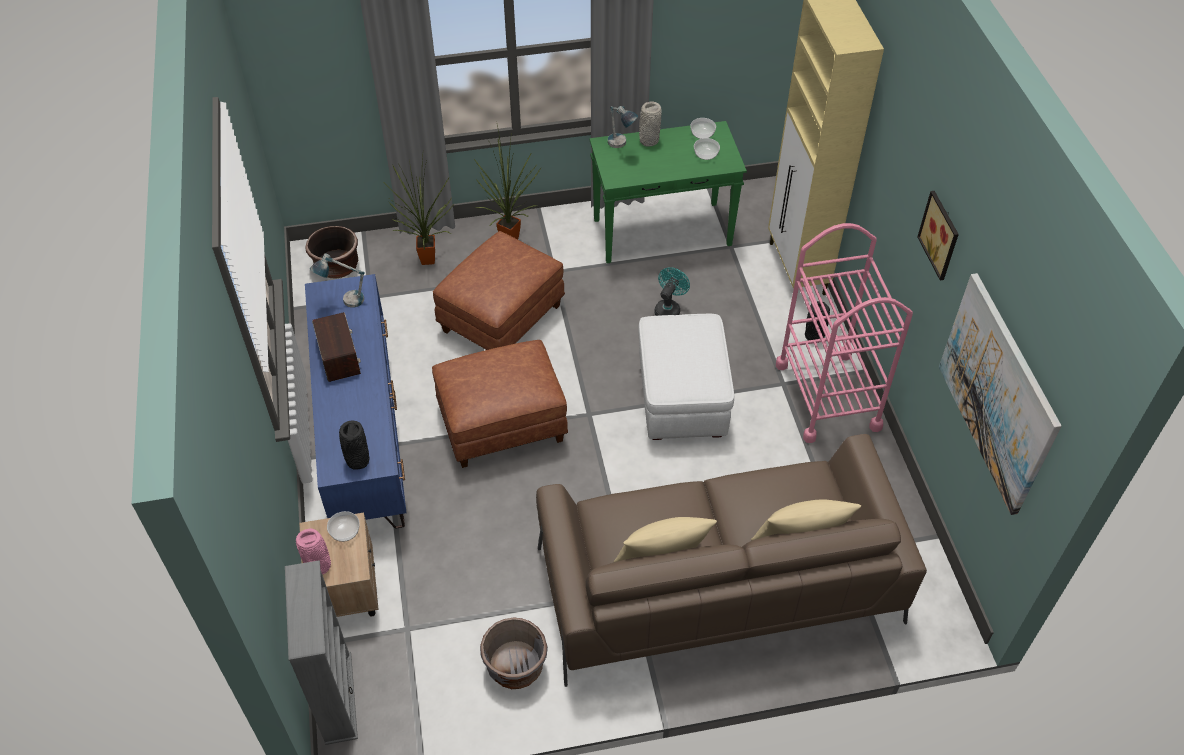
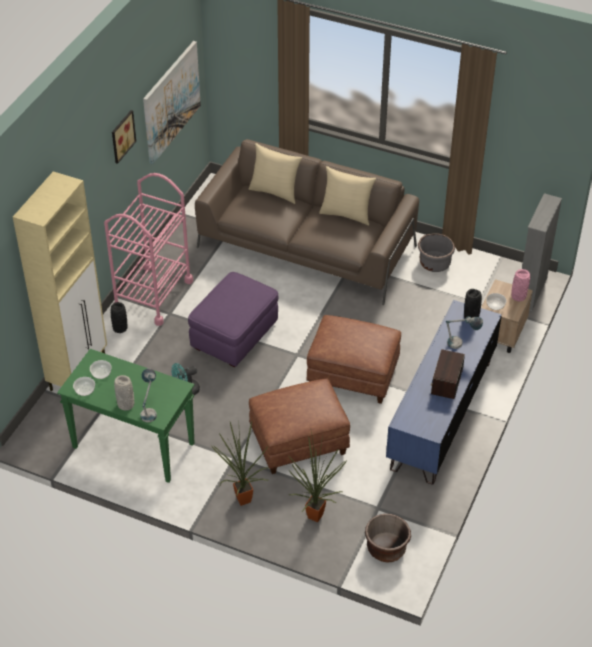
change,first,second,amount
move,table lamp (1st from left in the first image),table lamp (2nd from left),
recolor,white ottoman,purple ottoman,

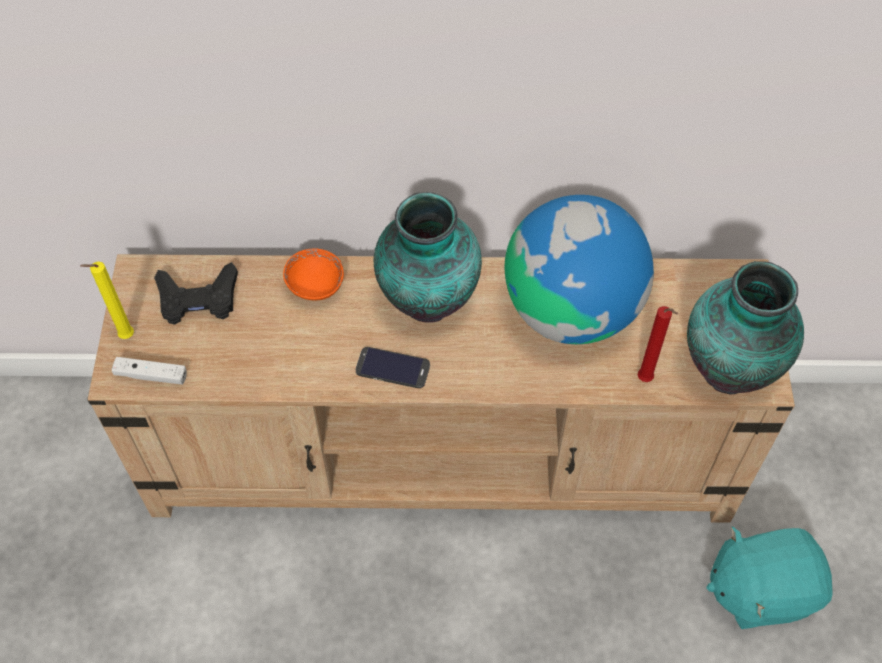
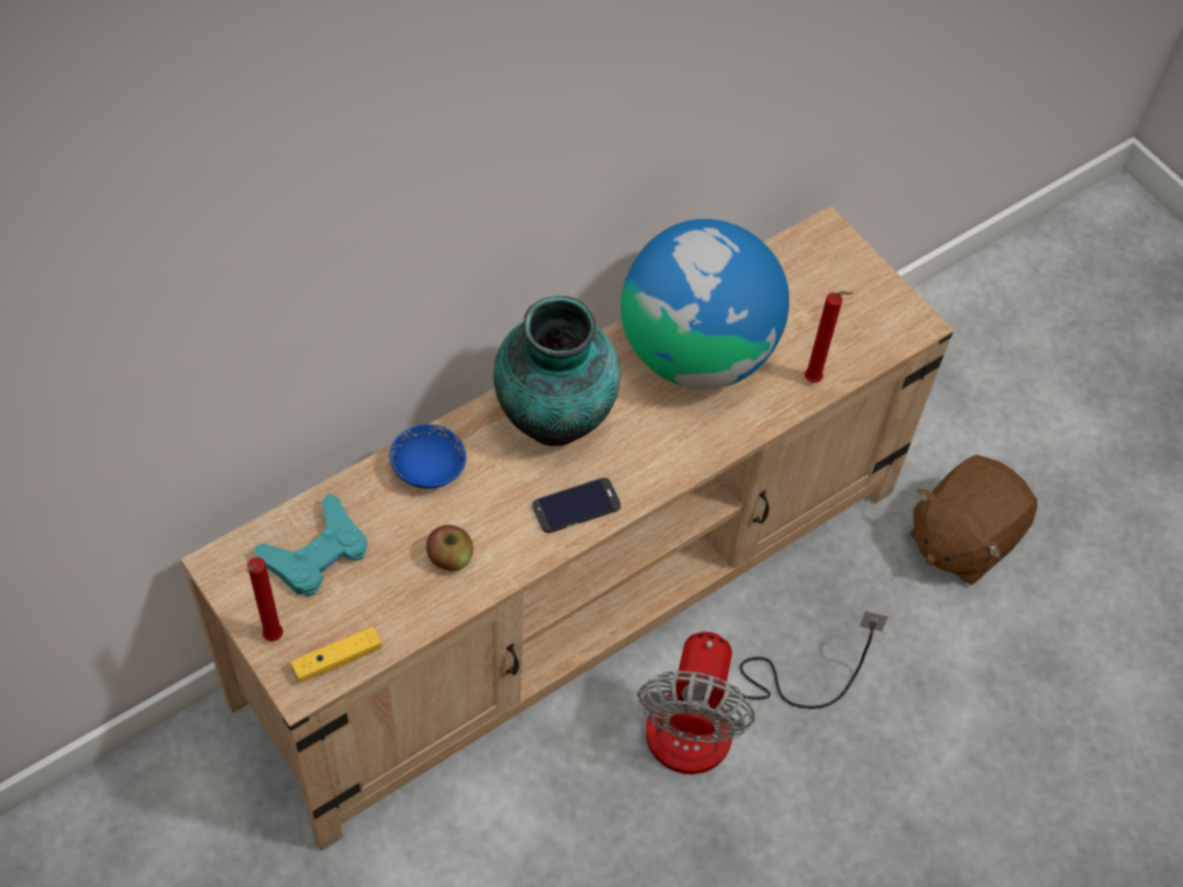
change,first,second,amount
delete,vase (2nd from left),,
insert,,apple,
insert,,fan,
recolor,yellow candle,red candle (1st from left),
recolor,white game controller,yellow game controller,
recolor,black game controller,turquoise game controller,
recolor,orange bowl,blue bowl,
recolor,turquoise plush toy,brown plush toy,

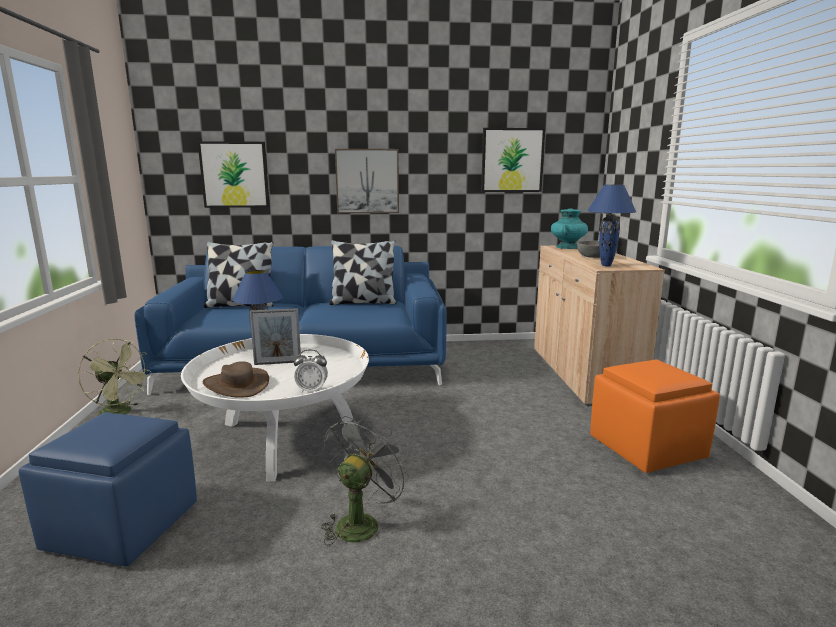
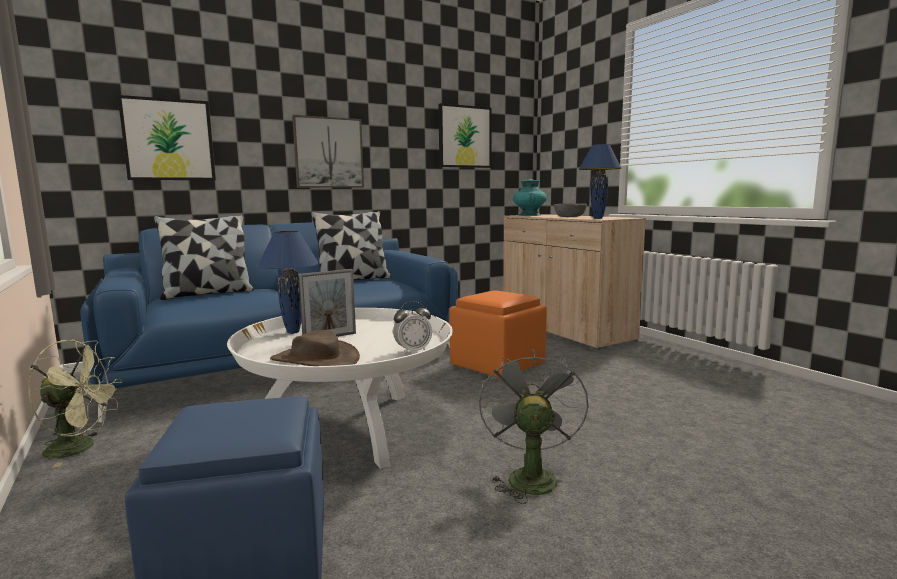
change,first,second,amount
move,orange ottoman,,

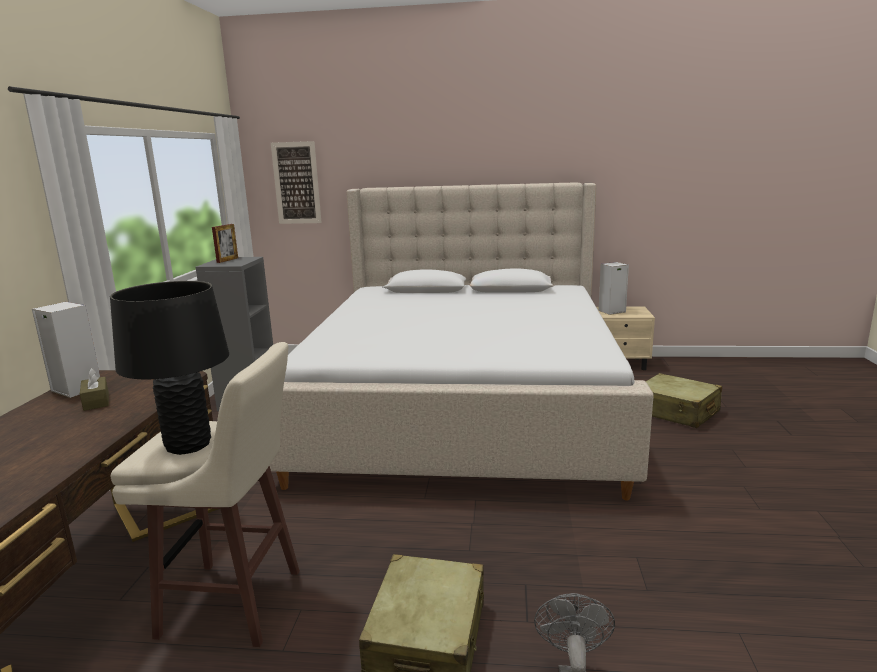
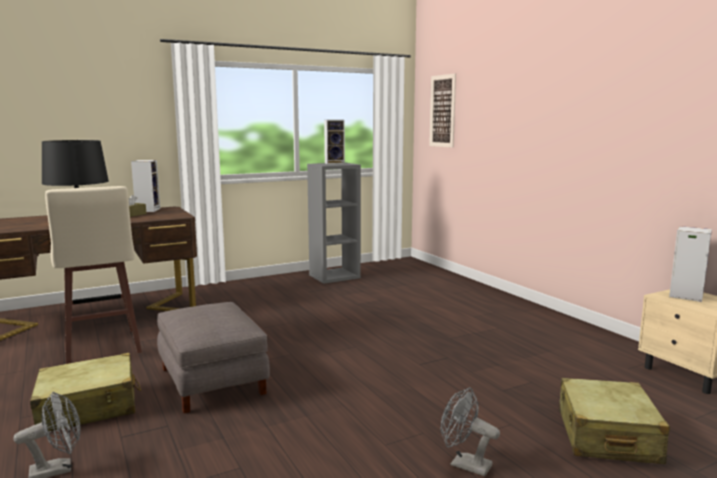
change,first,second,amount
delete,beige bed,,
insert,,grey ottoman,
insert,,grey fan (2nd from left),
replace,picture frame,speaker (2nd from left),

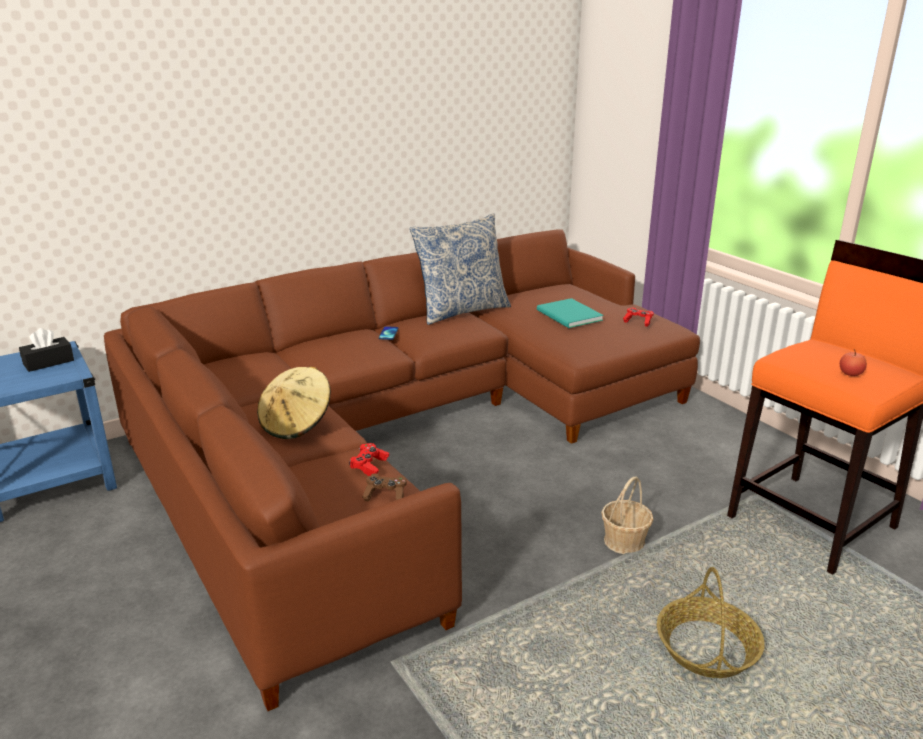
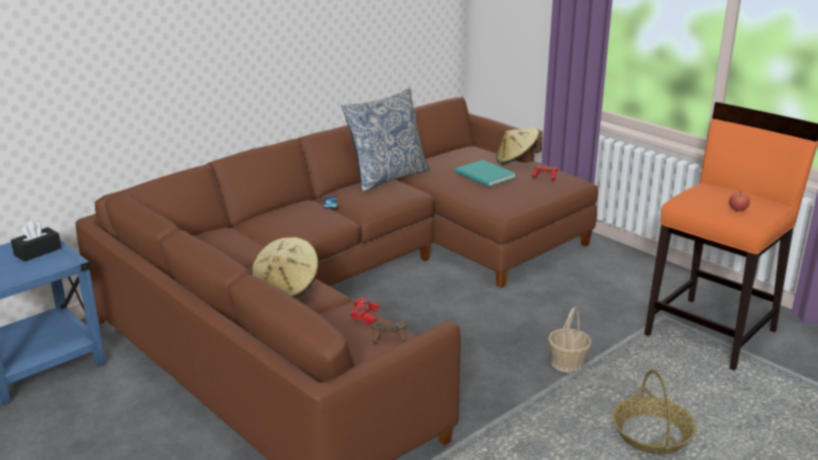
change,first,second,amount
insert,,beige hat (2nd from left),

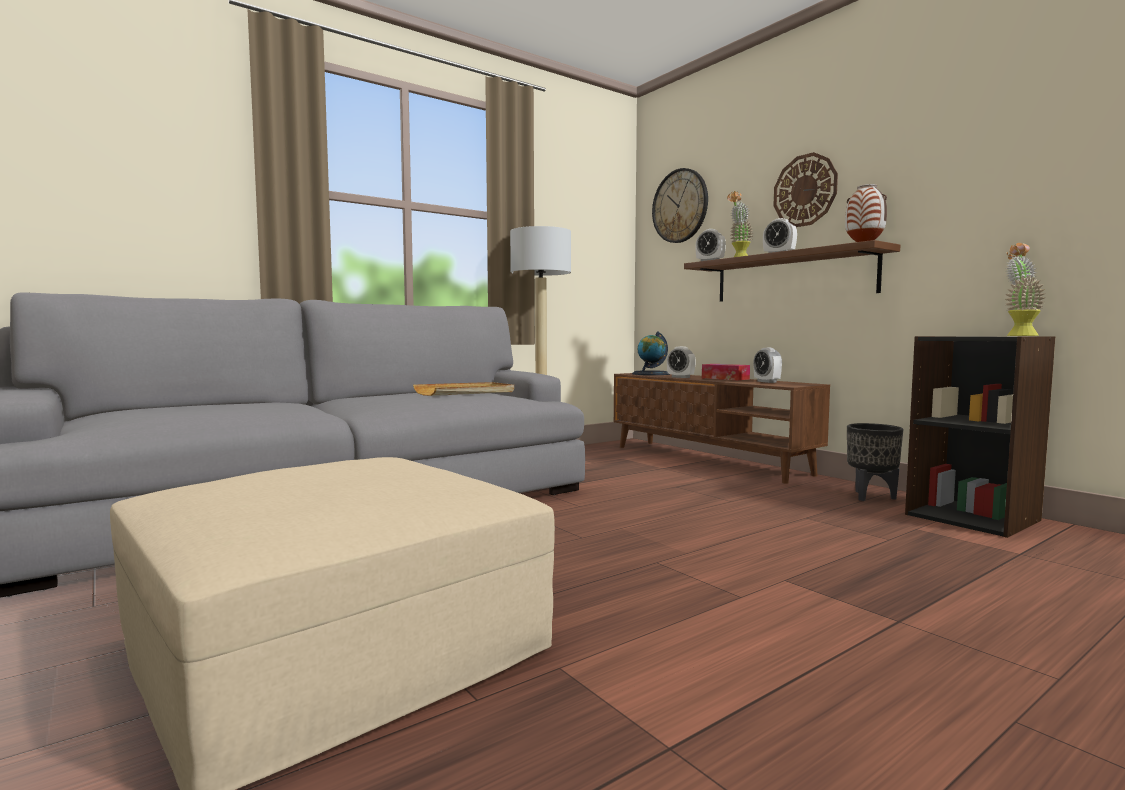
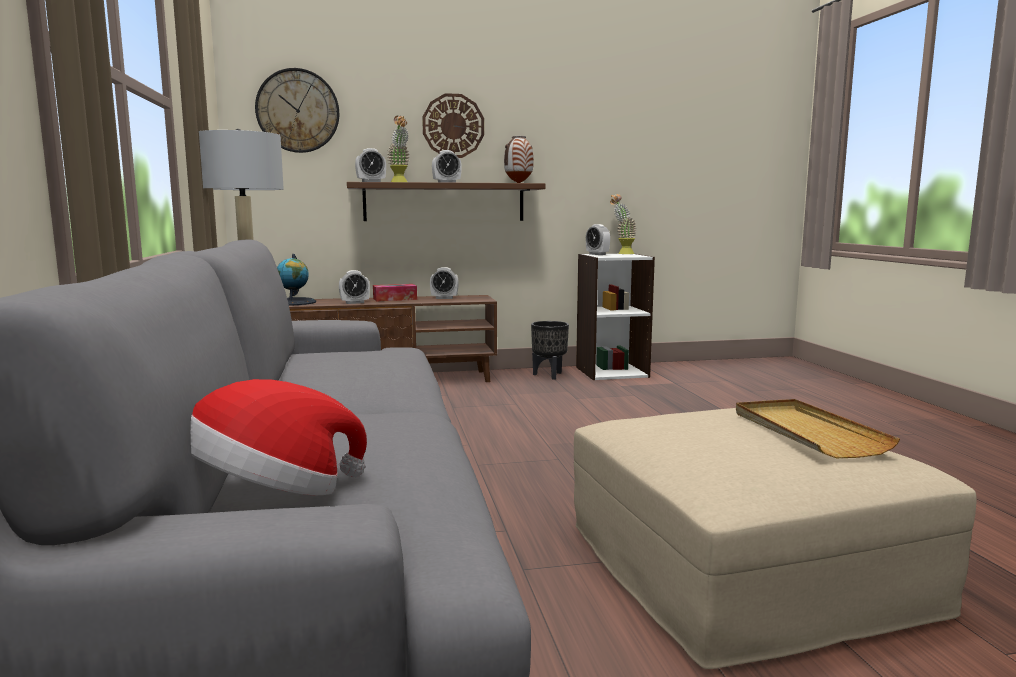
change,first,second,amount
insert,,hat,
insert,,alarm clock (5th from left),
move,beige tray,,
recolor,black bookcase,white bookcase,

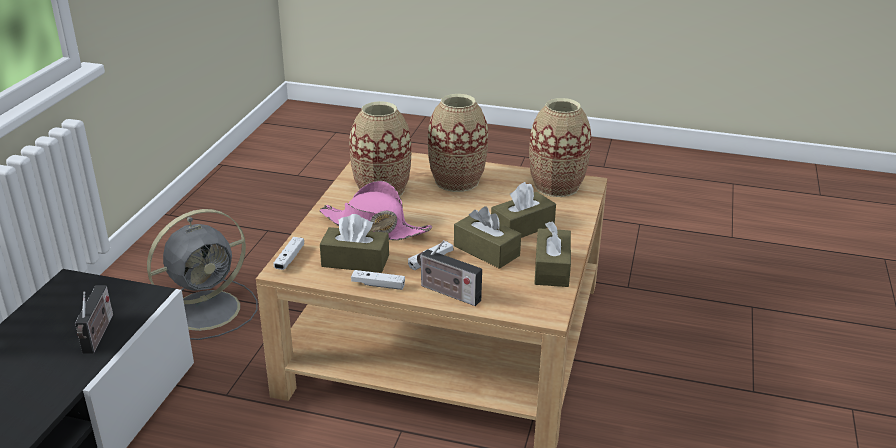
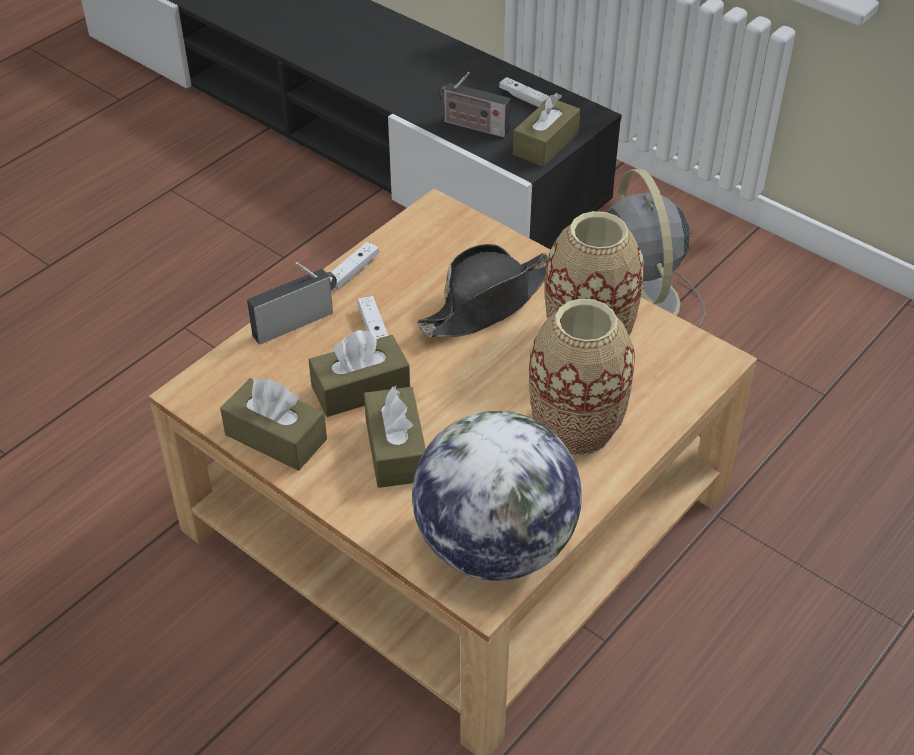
change,first,second,amount
move,white game controller (1st from left in the first image),white game controller (3rd from left),
move,brown tissue box (1st from left in the first image),brown tissue box (4th from left),
replace,vase (3rd from left),globe,
recolor,pink hat,black hat,

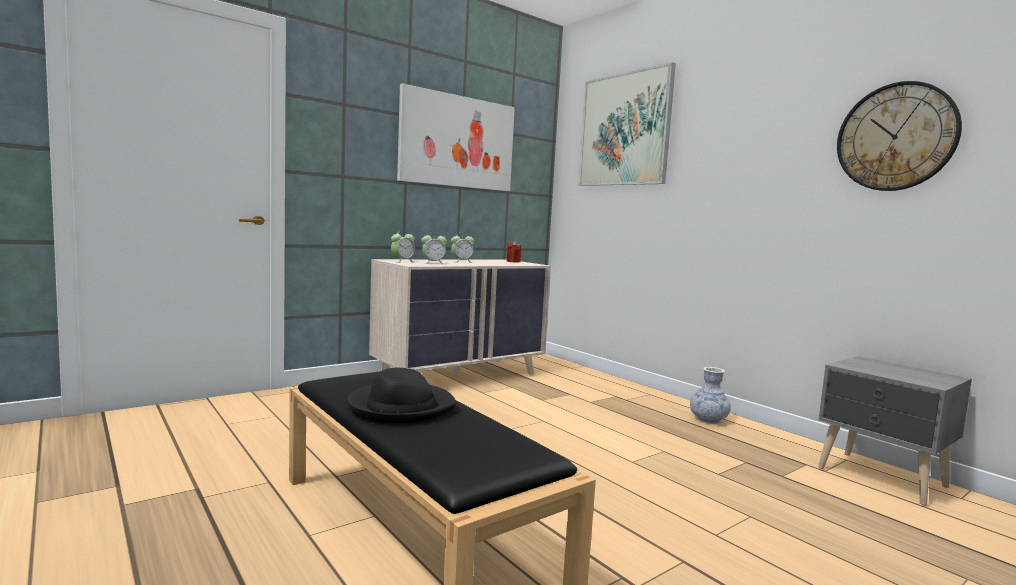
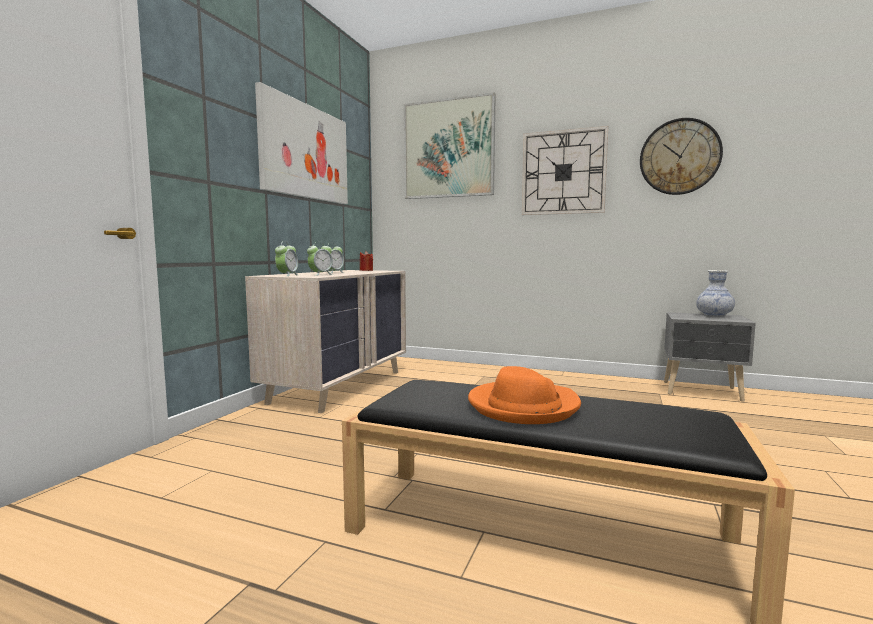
change,first,second,amount
insert,,wall clock (1st from left),
move,vase,,
recolor,black hat,orange hat,

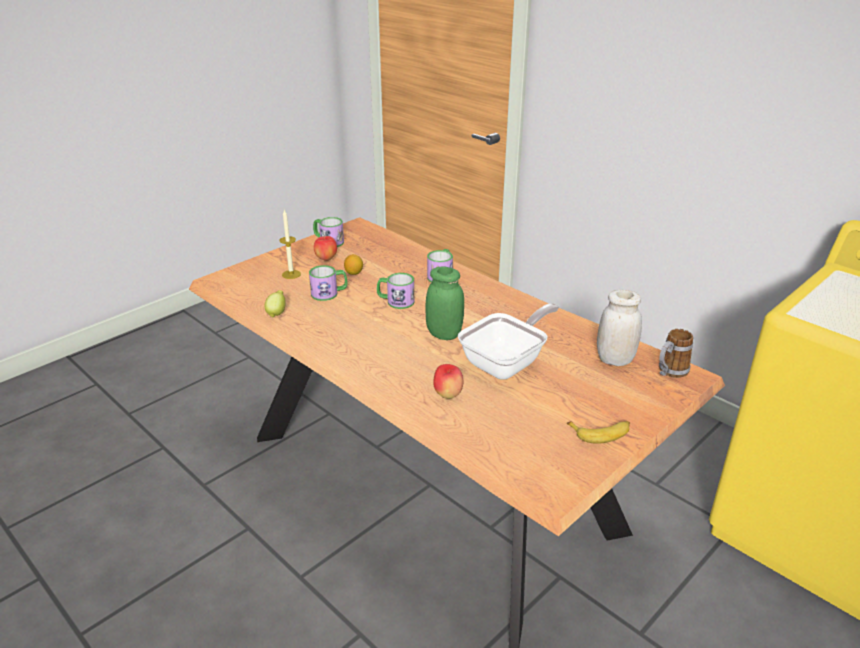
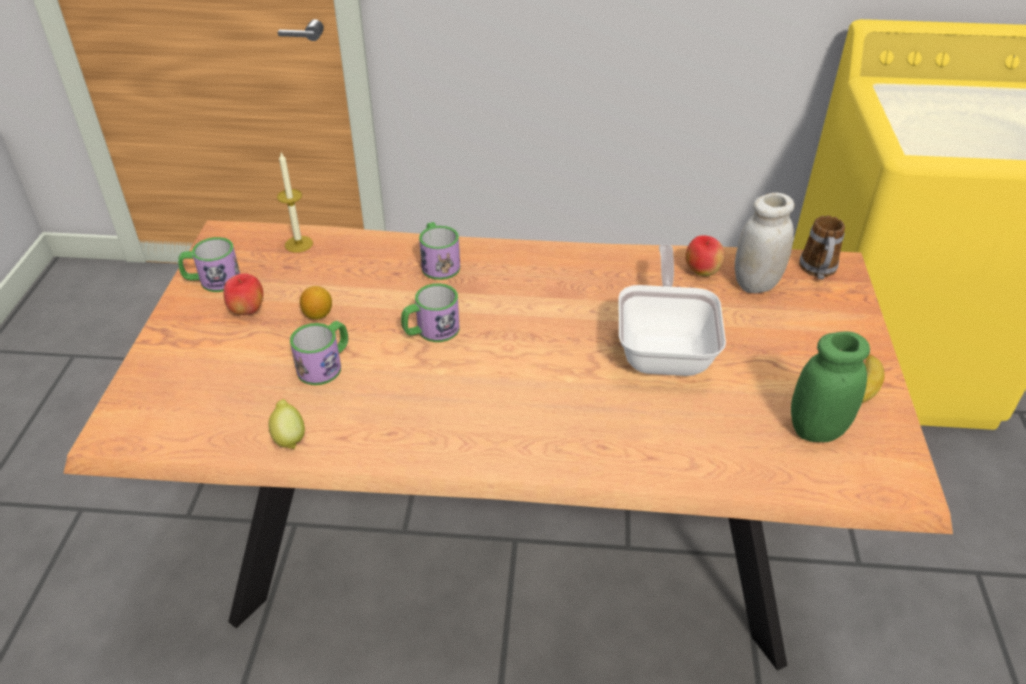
change,first,second,amount
move,candle,,
move,green jar,,
move,apple (2nd from left),,

